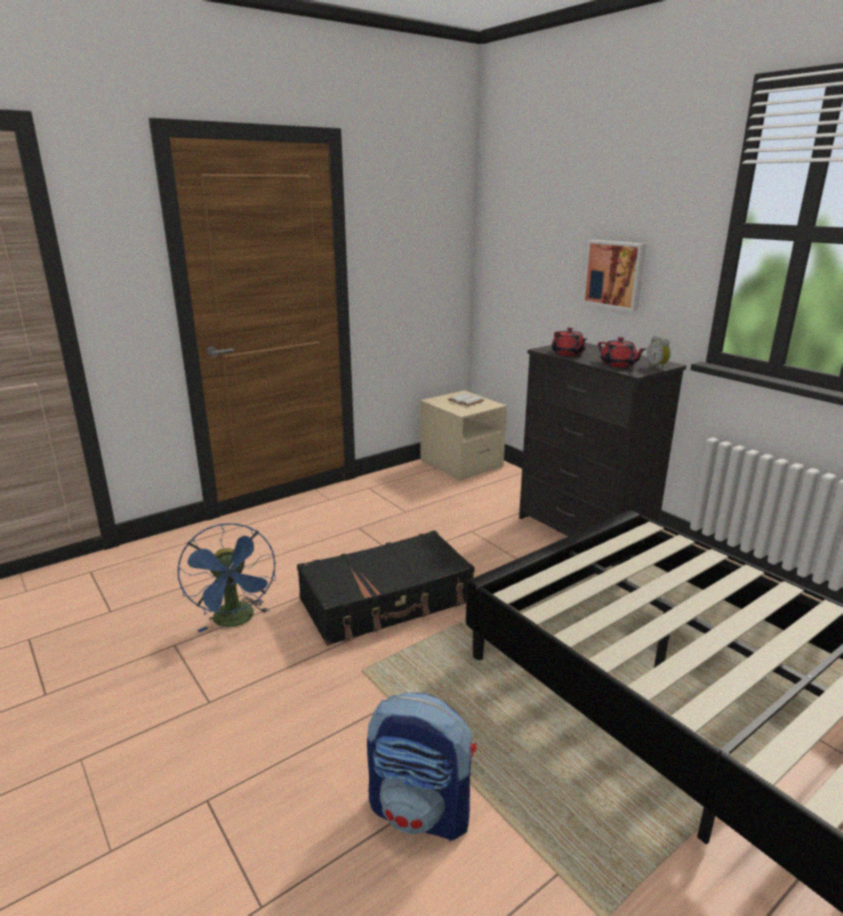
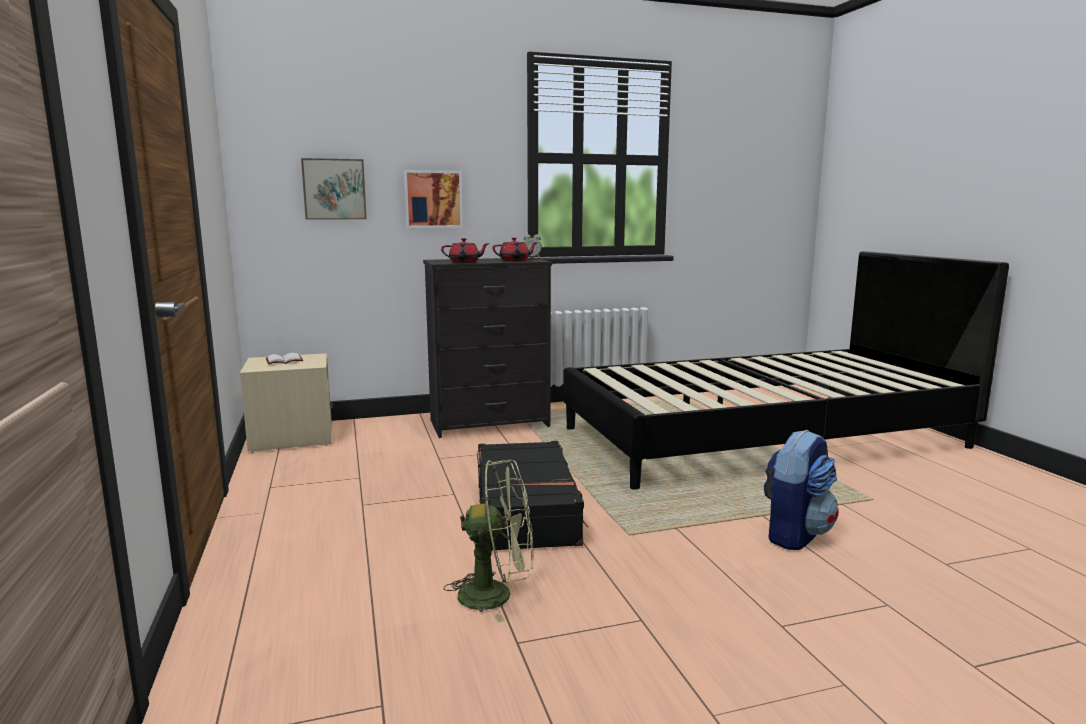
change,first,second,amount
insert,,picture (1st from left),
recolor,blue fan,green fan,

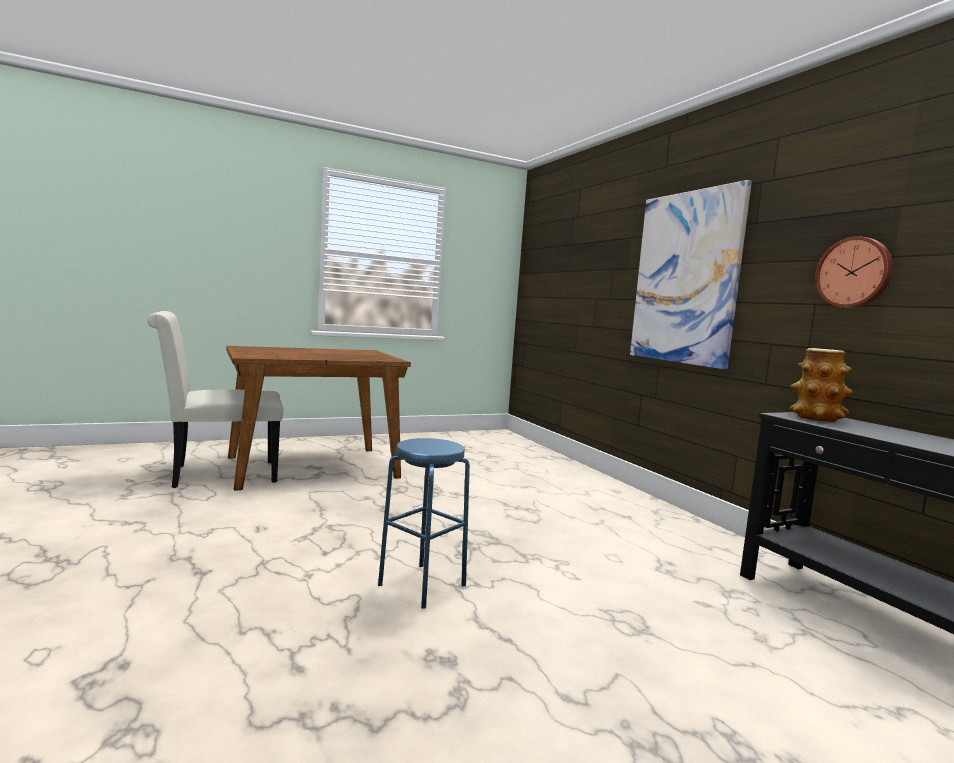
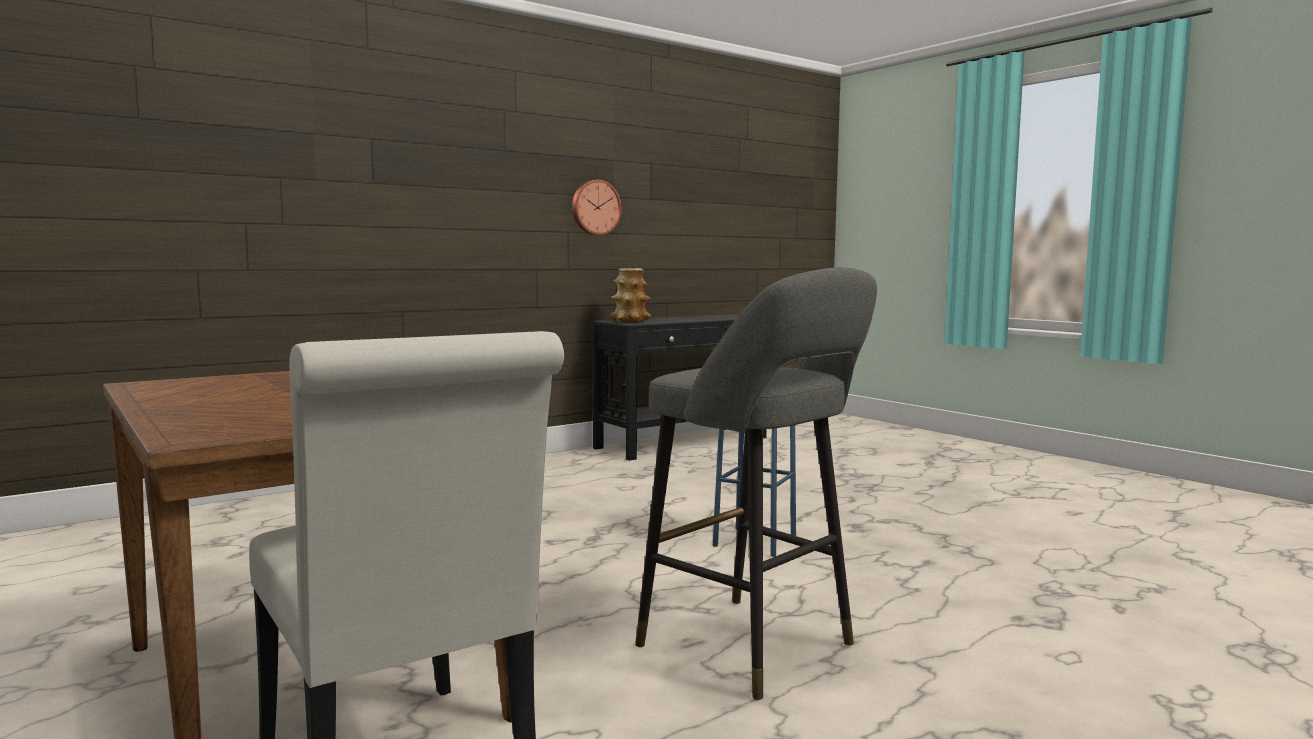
change,first,second,amount
delete,picture,,
insert,,grey stool,

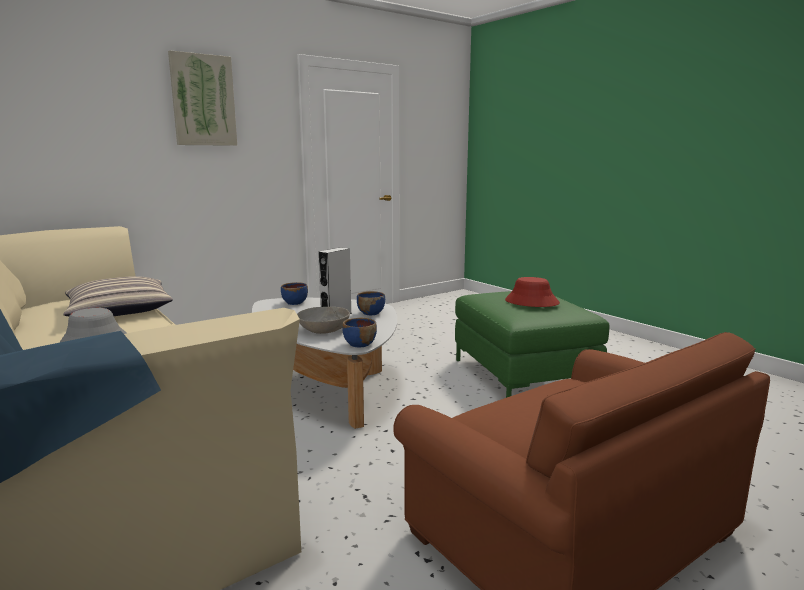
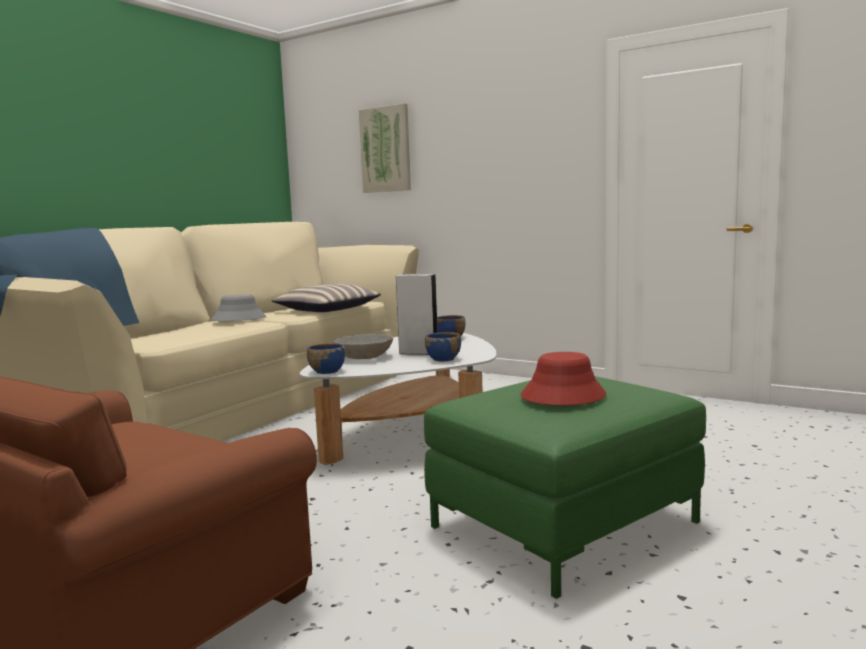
change,first,second,amount
move,picture,,

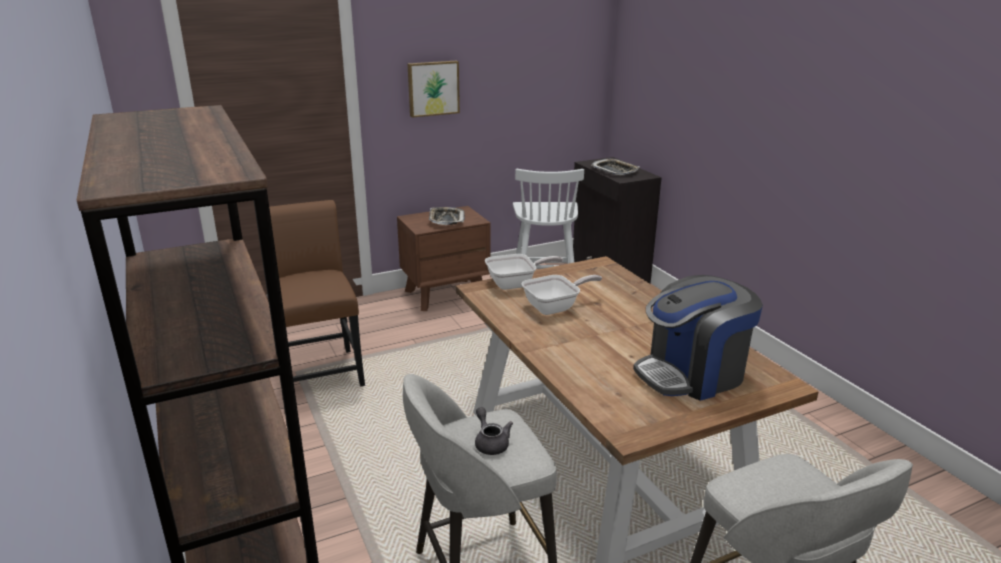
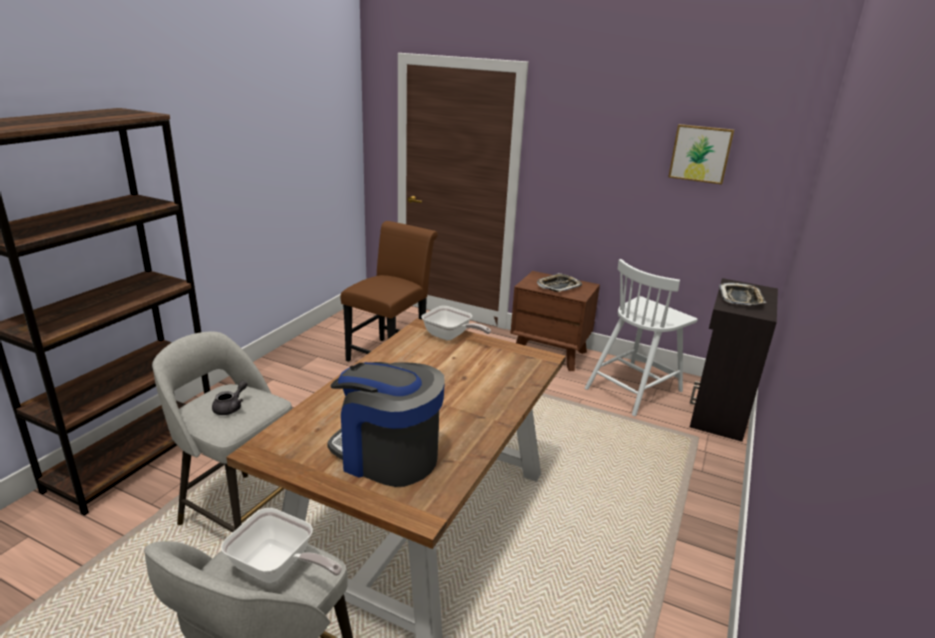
change,first,second,amount
move,picture,,
move,frying pan (2nd from left in the first image),frying pan (1st from left),

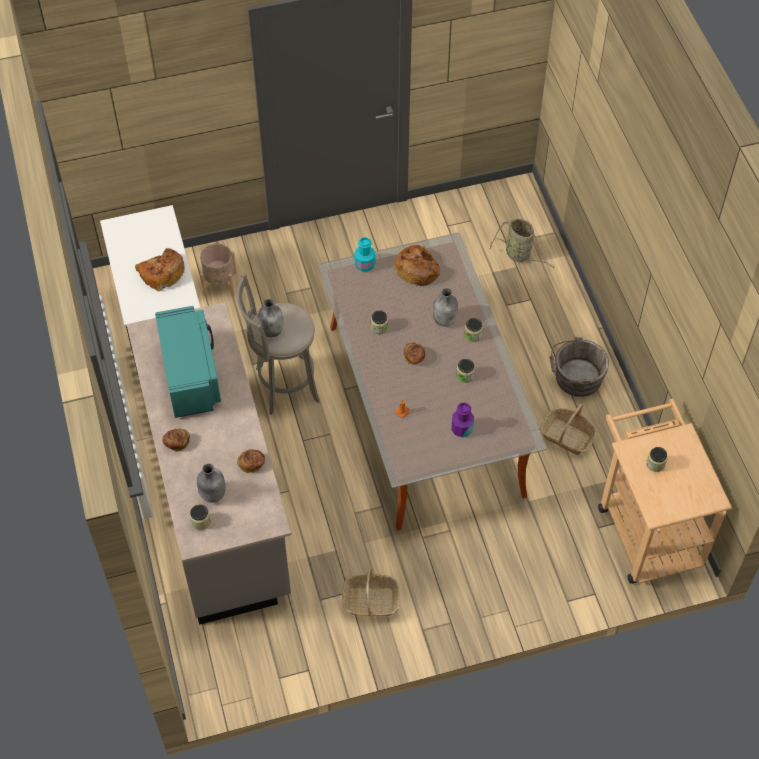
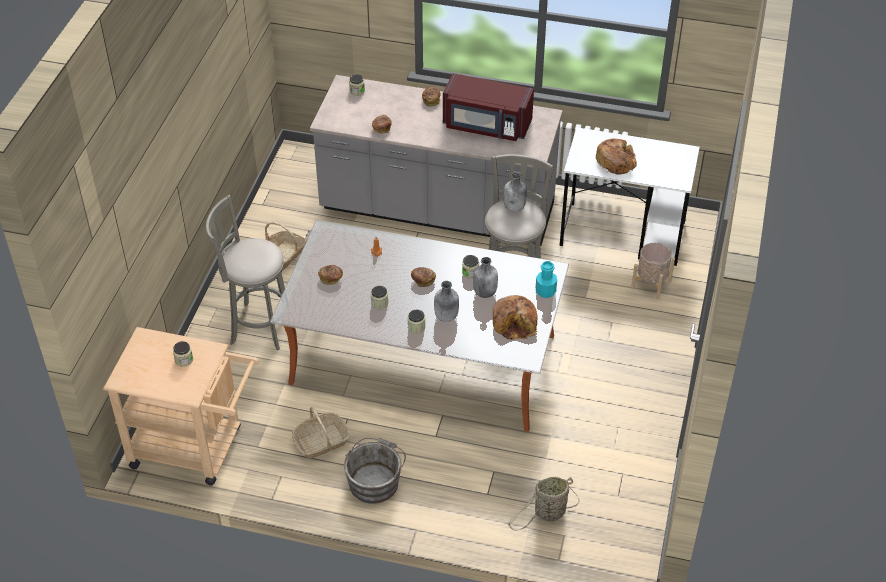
change,first,second,amount
insert,,grey stool (1st from left),
move,grey bottle (1st from left in the first image),grey bottle (2nd from left),
replace,purple bottle,bread (1st from left),
recolor,turquoise microwave,red microwave,

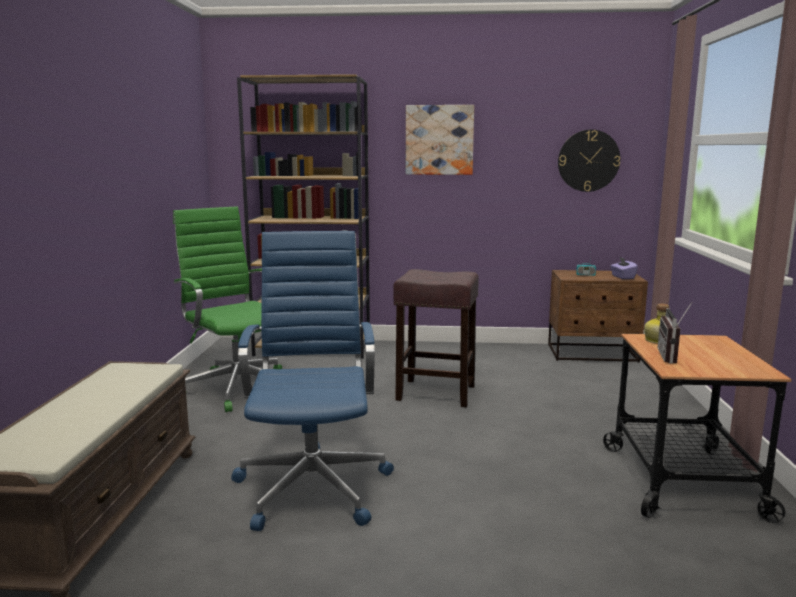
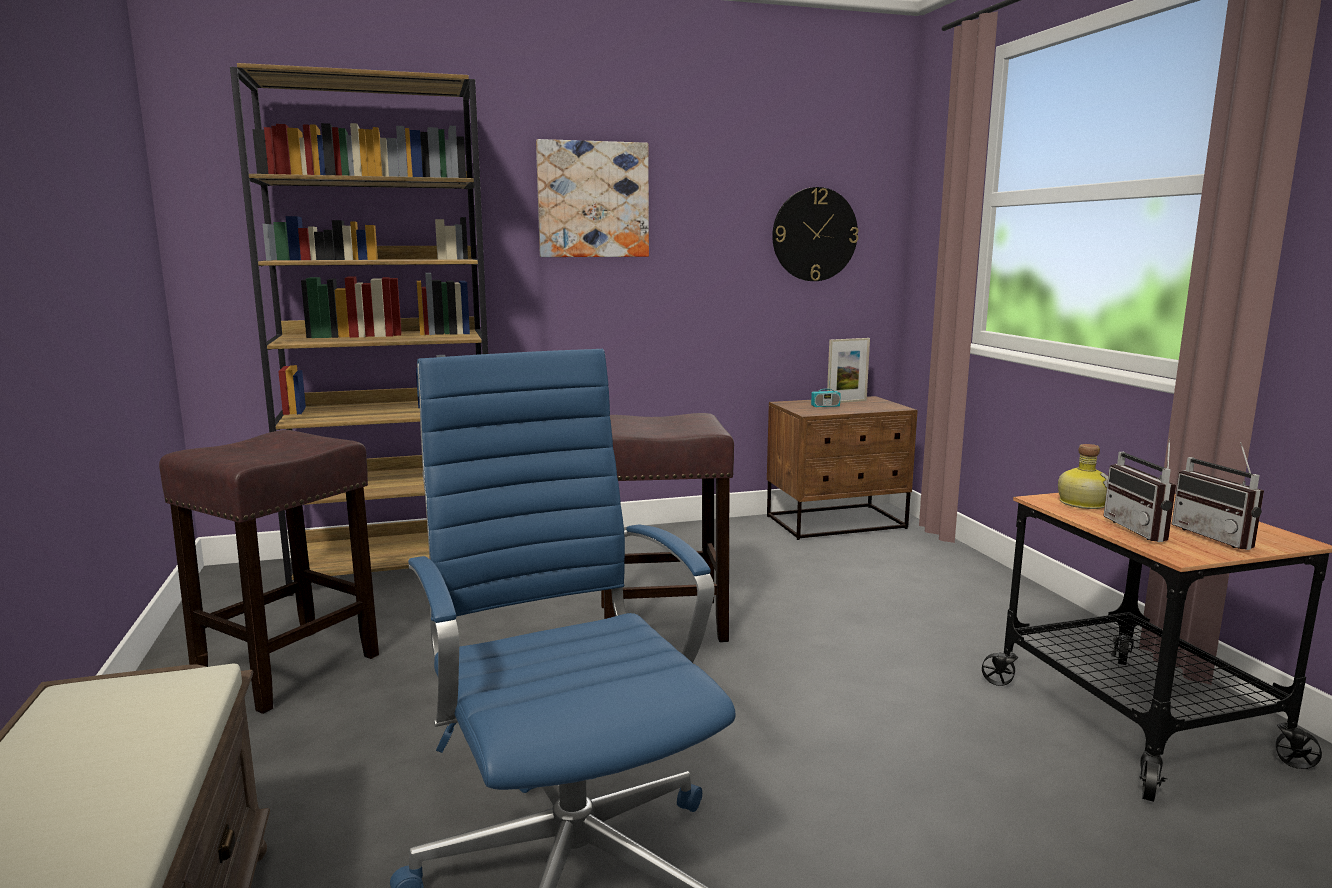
change,first,second,amount
delete,purple tissue box,,
insert,,picture frame,
insert,,radio (3rd from left),
replace,green office chair,brown stool (1st from left),

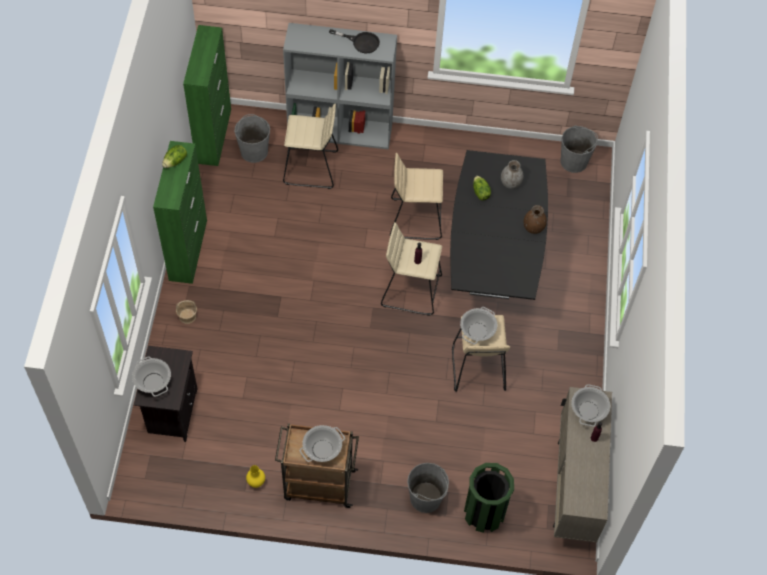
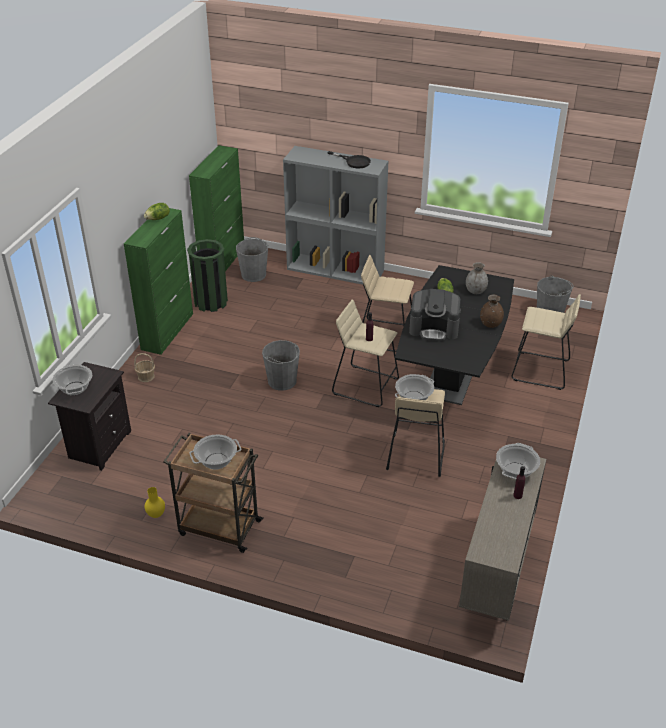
change,first,second,amount
insert,,coffee machine,
move,beige stool (1st from left in the first image),beige stool (4th from left),
move,grey bucket (2nd from left),,
move,green trash can,,

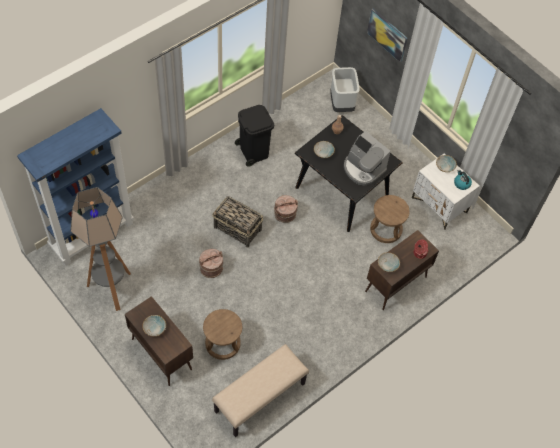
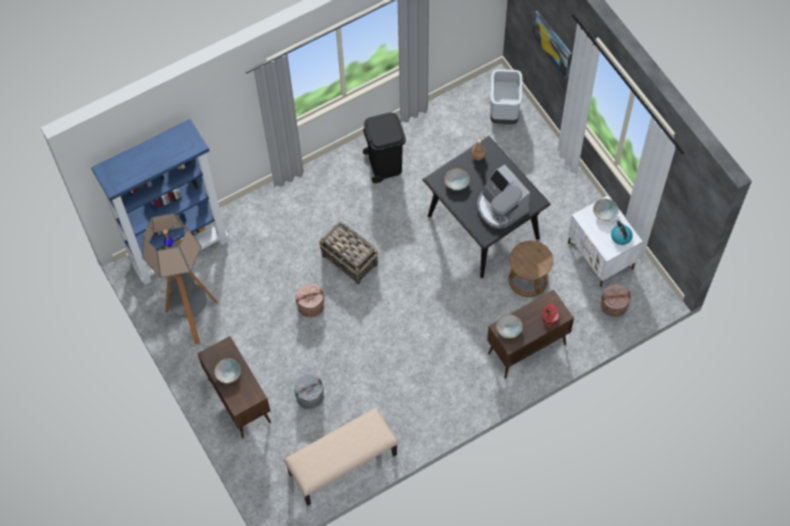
change,first,second,amount
move,brown bucket (2nd from left),,
replace,brown stool (1st from left),grey bucket,

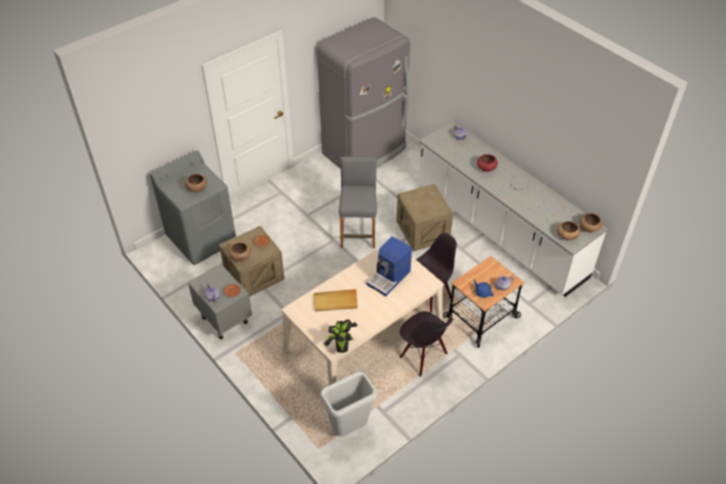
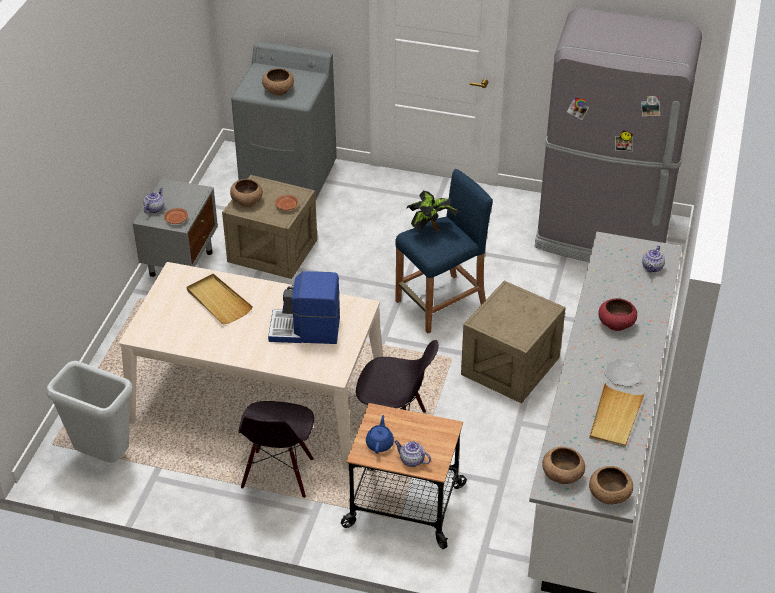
change,first,second,amount
insert,,beige tray (2nd from left),
move,potted plant,,
recolor,grey stool,blue stool,

